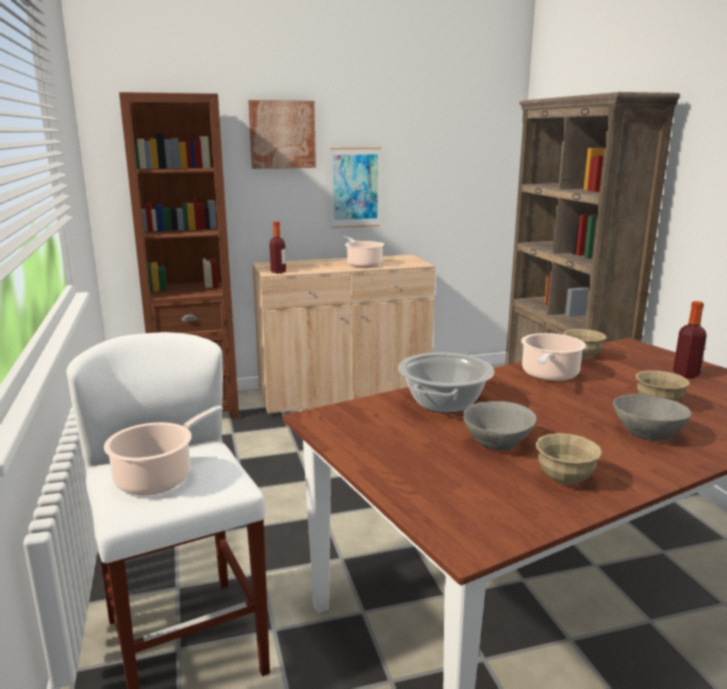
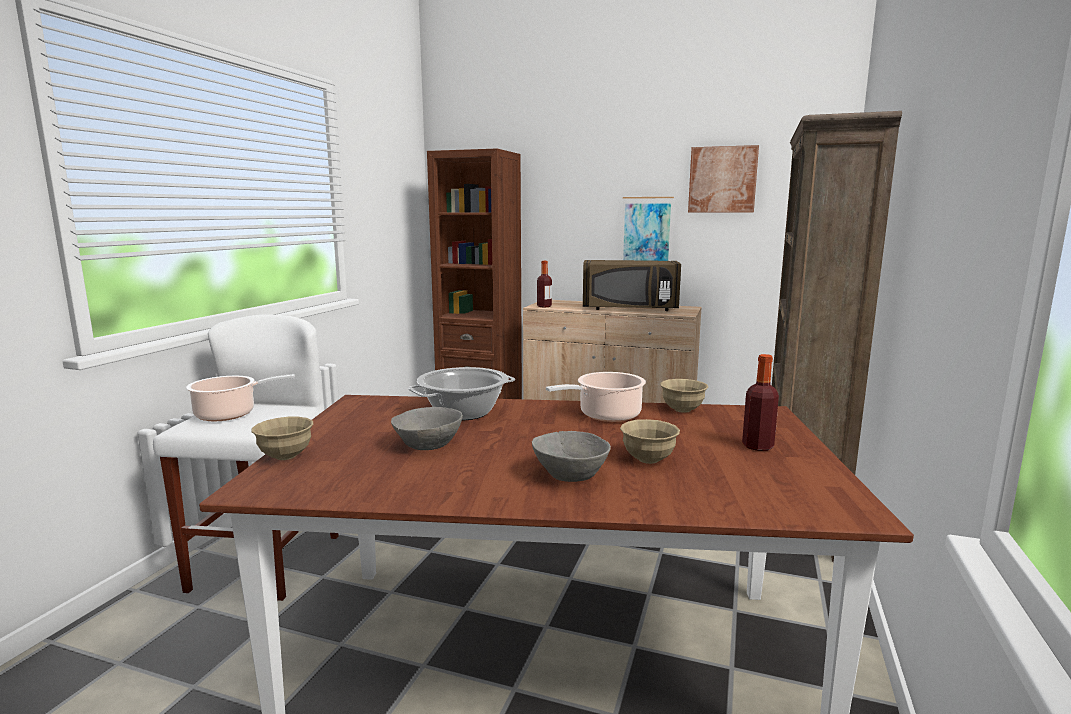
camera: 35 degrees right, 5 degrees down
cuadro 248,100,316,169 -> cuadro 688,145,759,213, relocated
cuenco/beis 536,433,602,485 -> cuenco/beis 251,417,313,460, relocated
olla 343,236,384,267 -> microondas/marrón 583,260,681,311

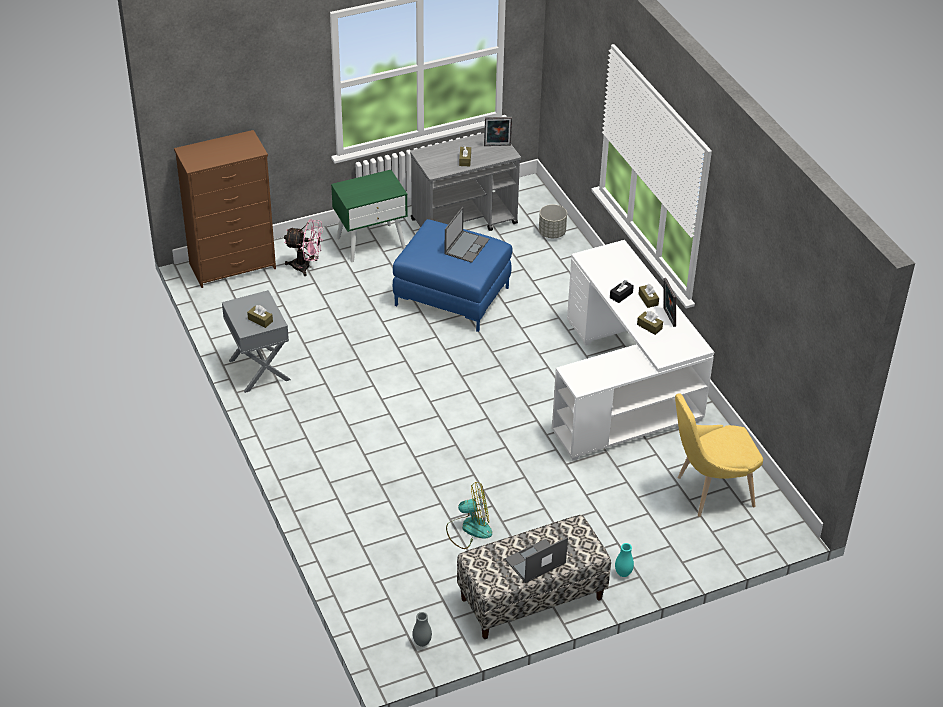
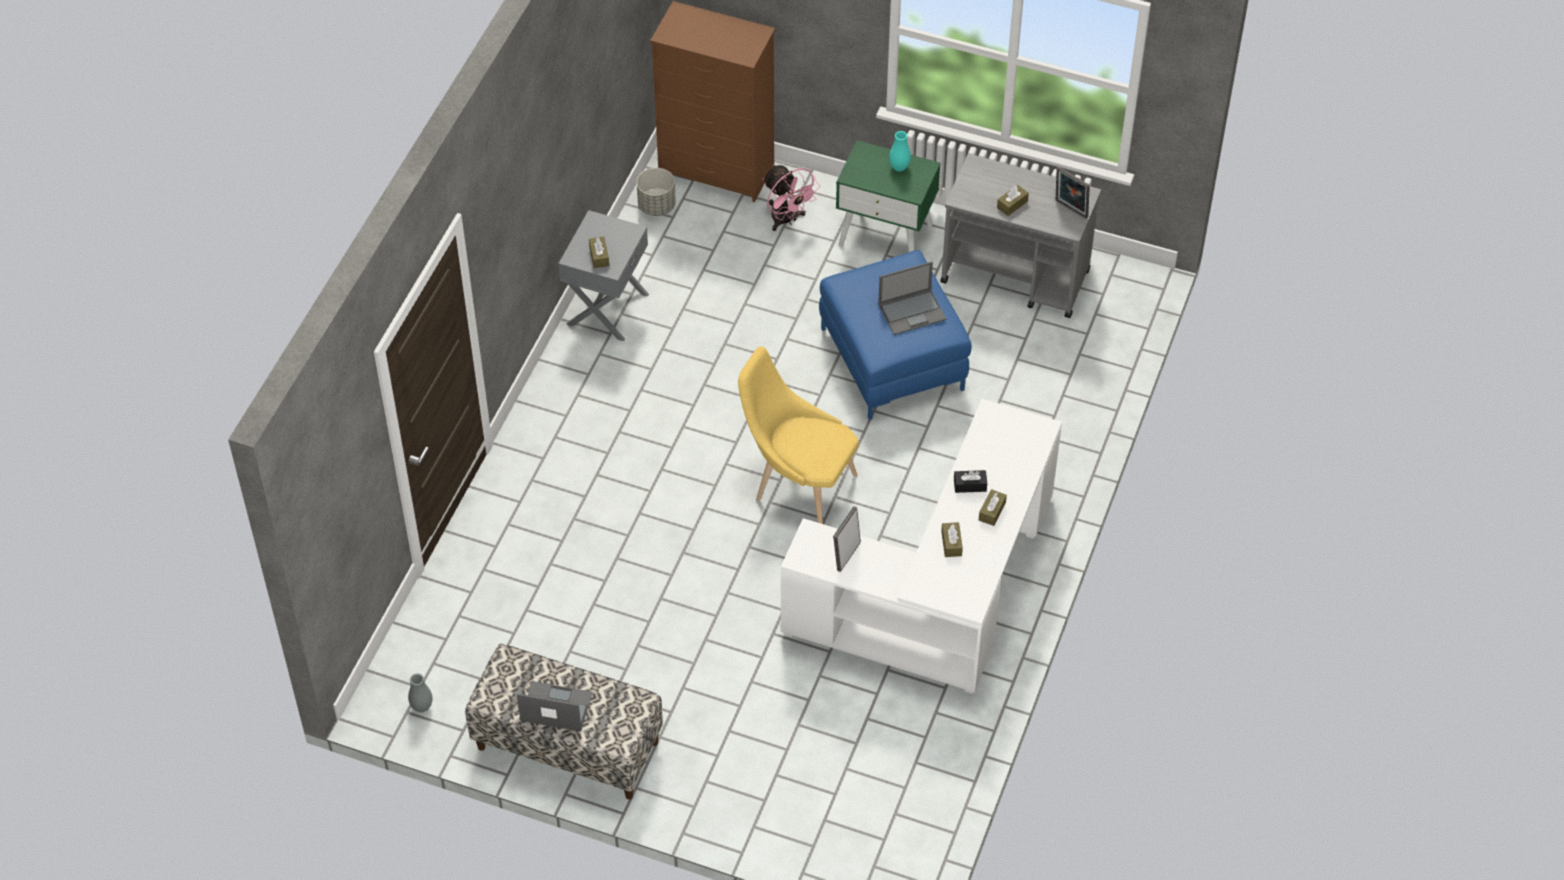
camera: 45 degrees right, 10 degrees up
ventilador 446,482,492,549 -> none
maceta/gris 539,204,567,238 -> maceta/gris 637,168,676,216, relocated
florero/turquesa 615,543,634,577 -> florero/turquesa 889,131,911,171, relocated
portarretratos 663,278,676,327 -> portarretratos 833,506,861,572, relocated
silla/amarillo 675,393,763,517 -> silla/amarillo 738,347,859,524, relocated

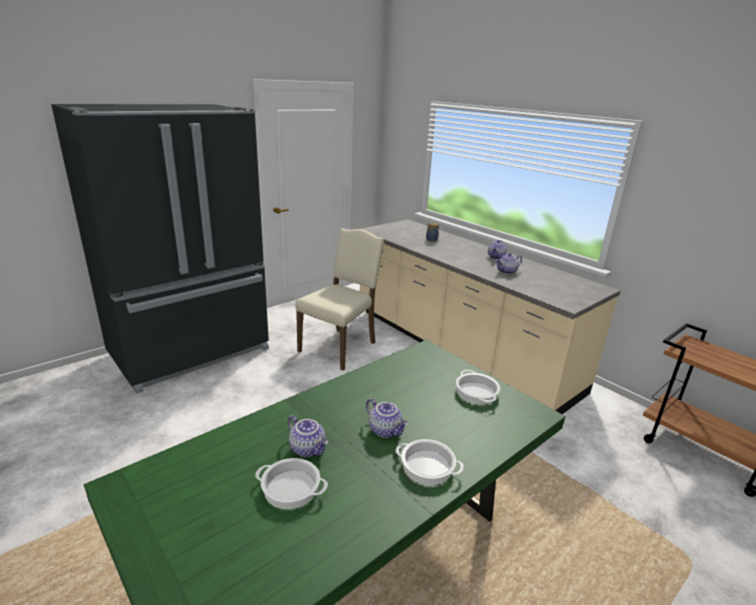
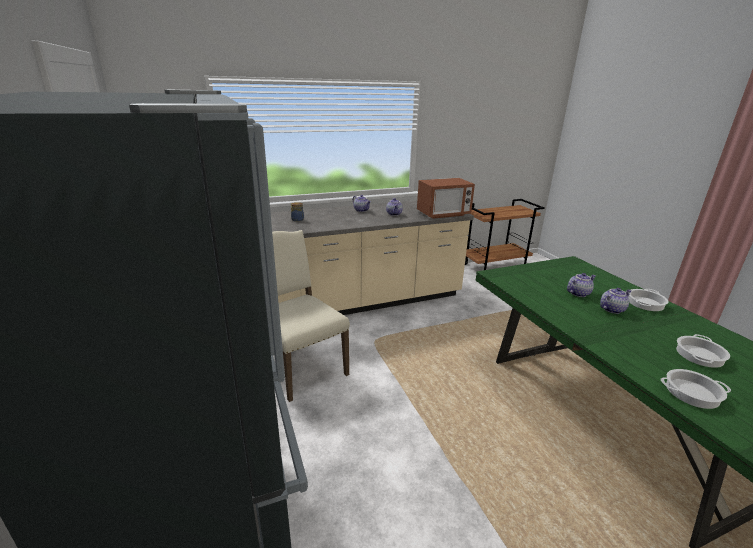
camera: 70 degrees left, 0 degrees up
none -> microondas 417,178,475,219
tetera 288,415,328,457 -> tetera 567,273,596,297, relocated
olla 456,370,500,405 -> olla 661,369,731,409, relocated

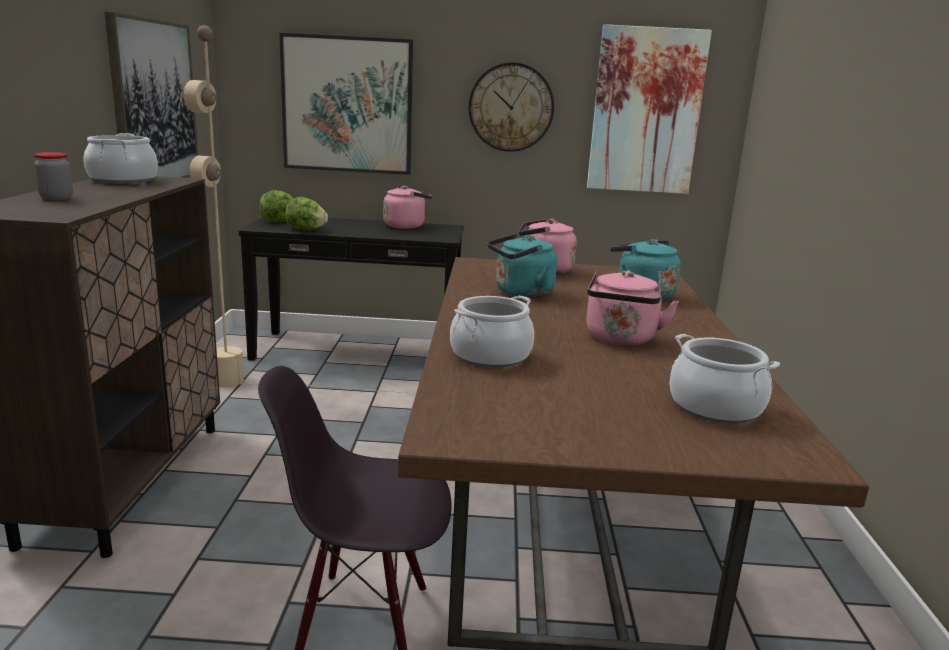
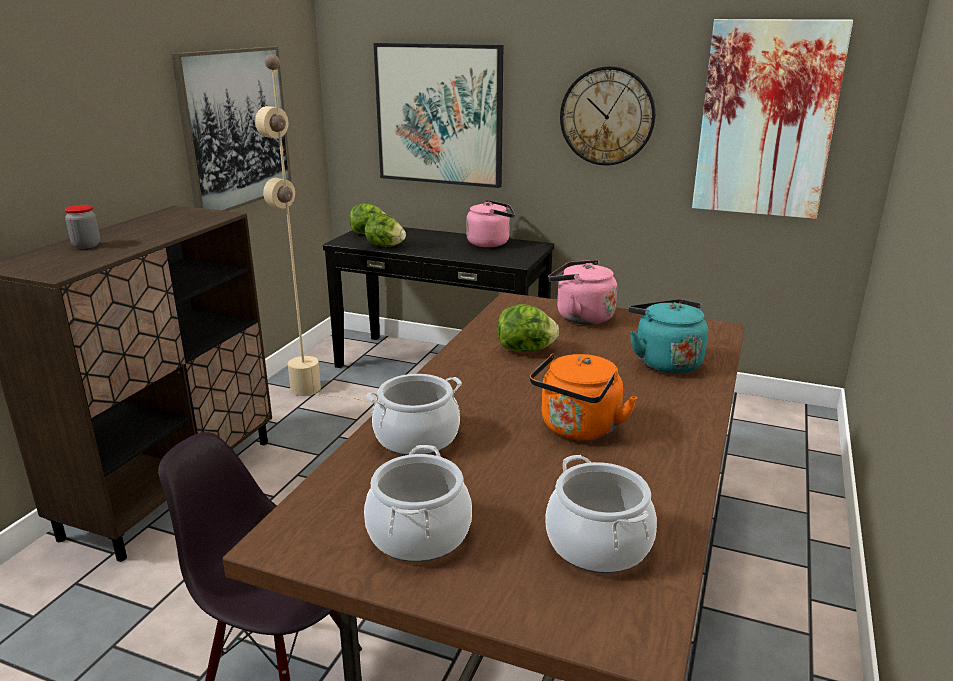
camera: 20 degrees right, 5 degrees up
olla 84,133,158,184 -> olla 364,445,472,562, relocated
hervidor/turquesa 487,234,557,298 -> lechuga 498,304,559,352
hervidor/rosa 586,270,679,346 -> hervidor/naranja 530,353,638,441

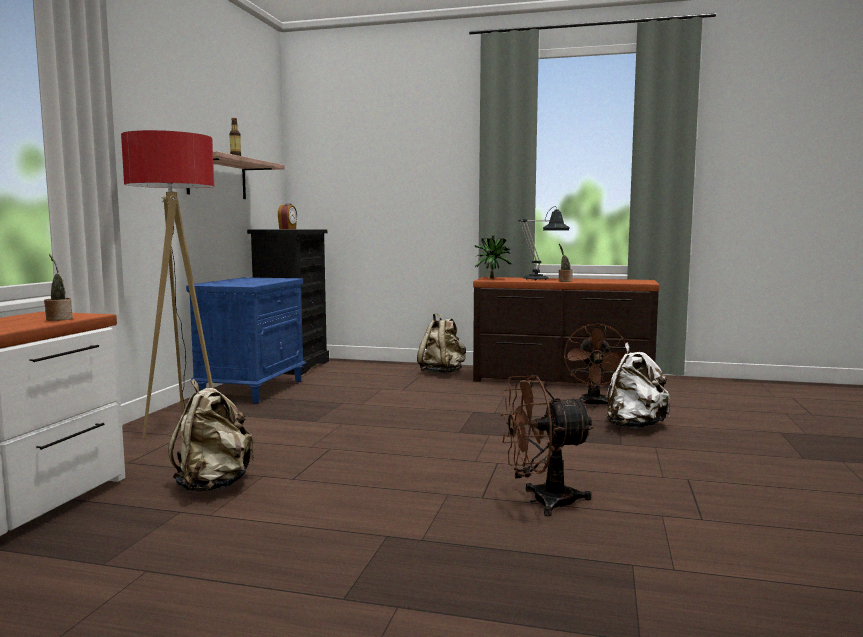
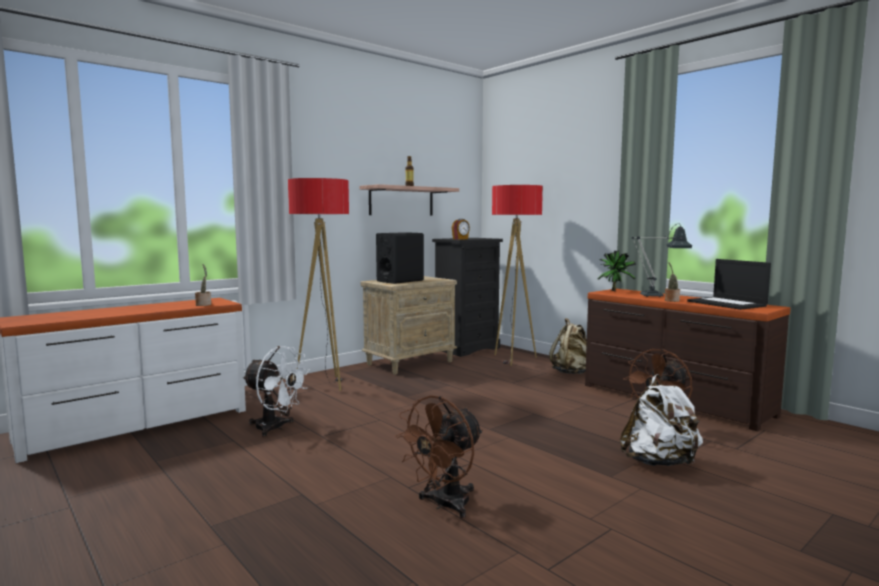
camera: 35 degrees right, 0 degrees up
none -> altavoz/negro 376,232,424,284
none -> lámpara de pie 492,185,543,366
none -> portátil 687,259,771,310
mochila/beis 168,379,255,492 -> ventilador/blanco 242,346,310,437
mesita de noche/azul 186,277,306,404 -> mesita de noche/beis 360,276,458,375
ventilador/marrón 501,375,594,516 -> ventilador/marrón 395,395,483,518, 75 degrees counterclockwise

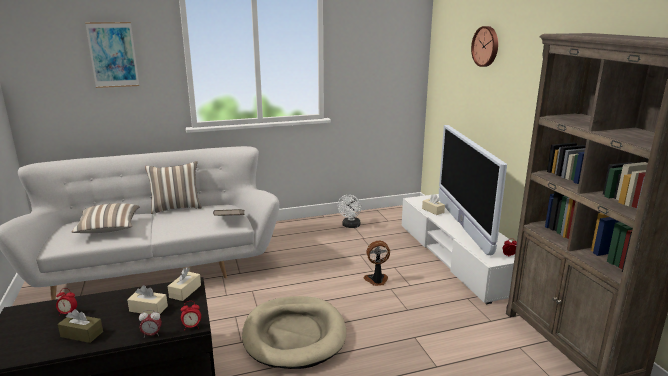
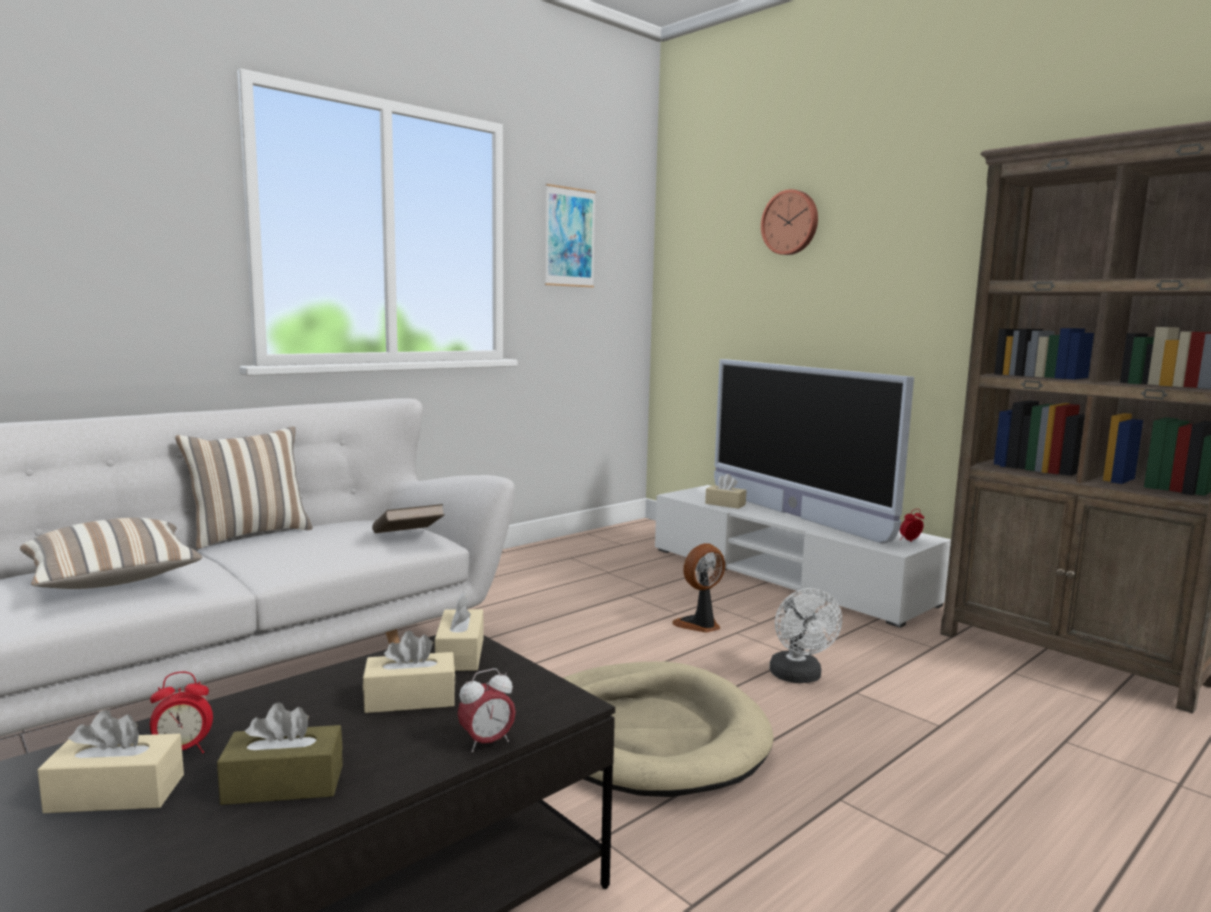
camera: 25 degrees left, 10 degrees down
despertador 181,301,201,329 -> none
none -> caja de pañuelos/beis 37,710,184,813
cuadro 85,22,139,88 -> cuadro 545,184,596,288, relocated
ventilador/blanco 337,195,361,228 -> ventilador/blanco 770,588,842,683, relocated

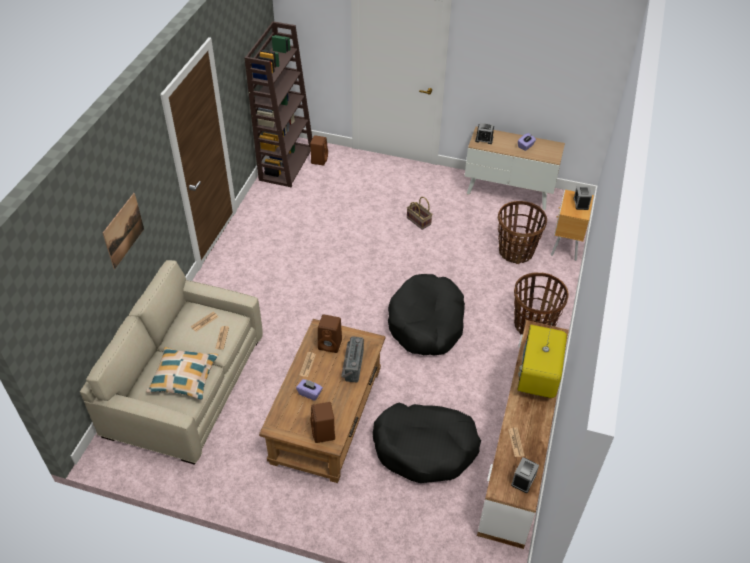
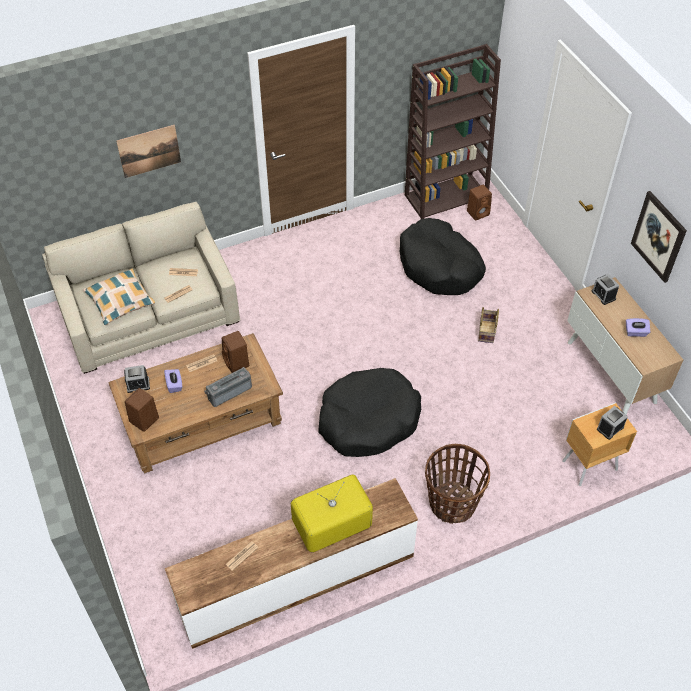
camera: 50 degrees right, 5 degrees up
cesta 498,201,547,264 -> none
none -> cuadro 631,191,687,283
cama para perro/negro 372,403,481,483 -> cama para perro/negro 400,218,486,295, relocated
despertador 511,457,539,493 -> despertador 124,365,150,393, relocated

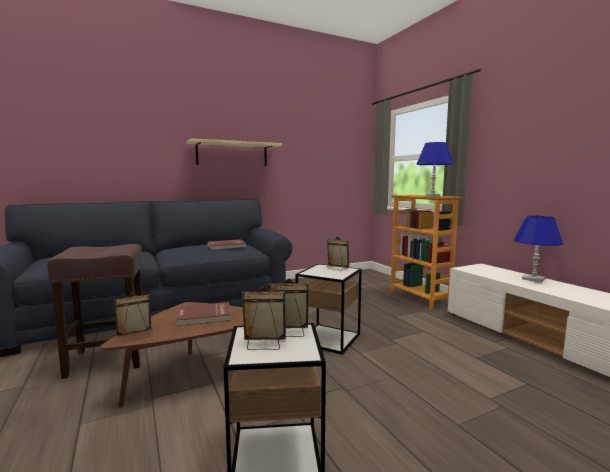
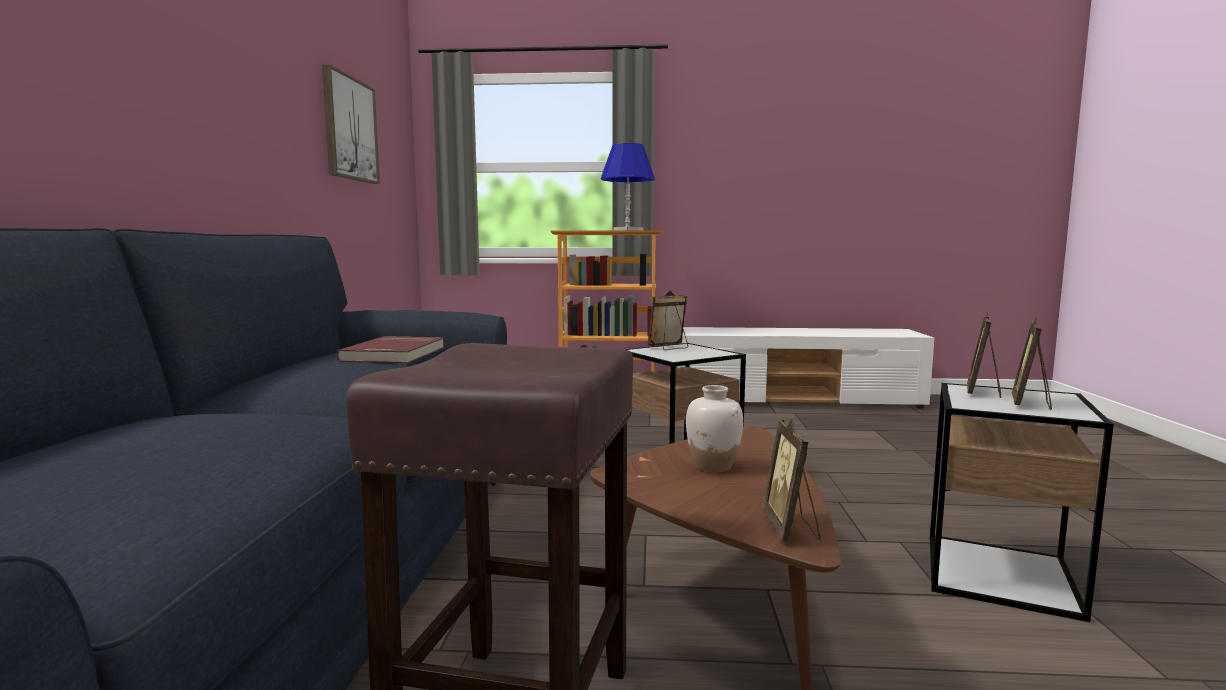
camera: 60 degrees left, 0 degrees up
estante/beis 186,139,282,166 -> none
lámpara de mesa/azul 514,216,563,282 -> none
none -> cuadro 322,64,380,184
libro/rojo 176,302,231,326 -> florero/blanco 686,385,743,473

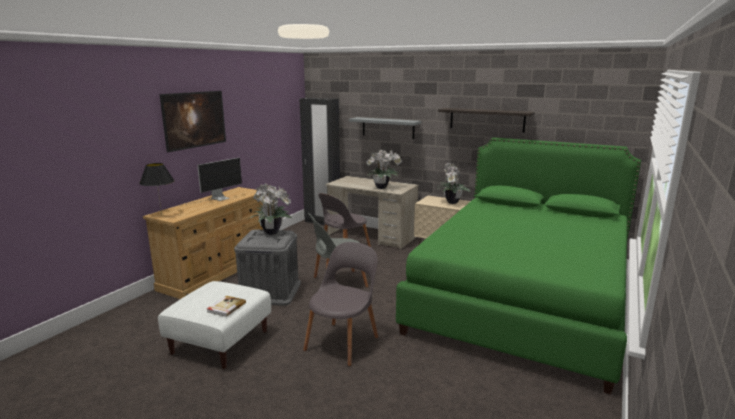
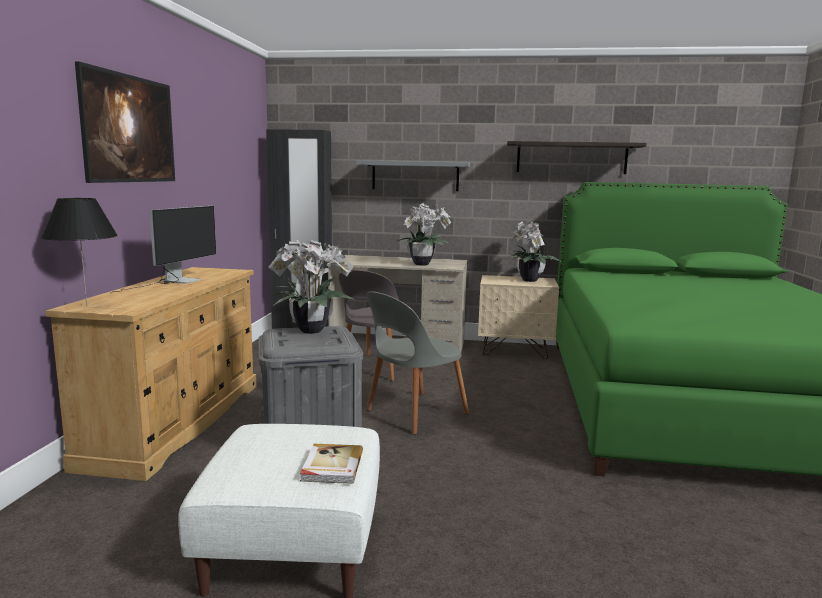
camera: 20 degrees left, 5 degrees down
silla/gris 303,242,378,366 -> none

